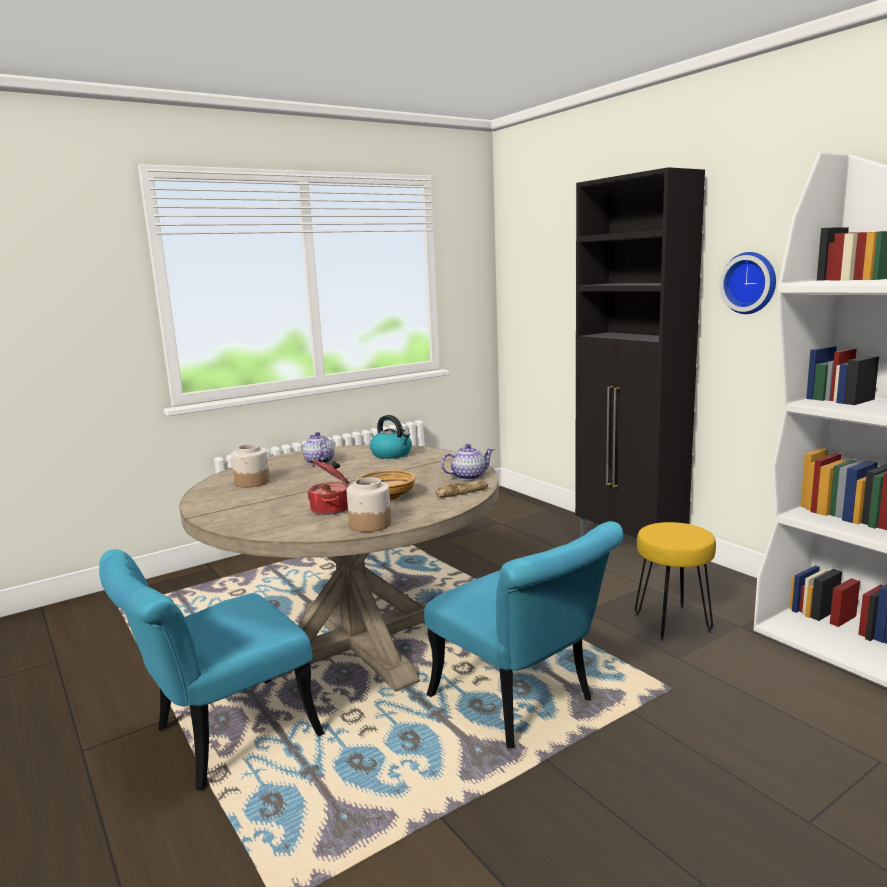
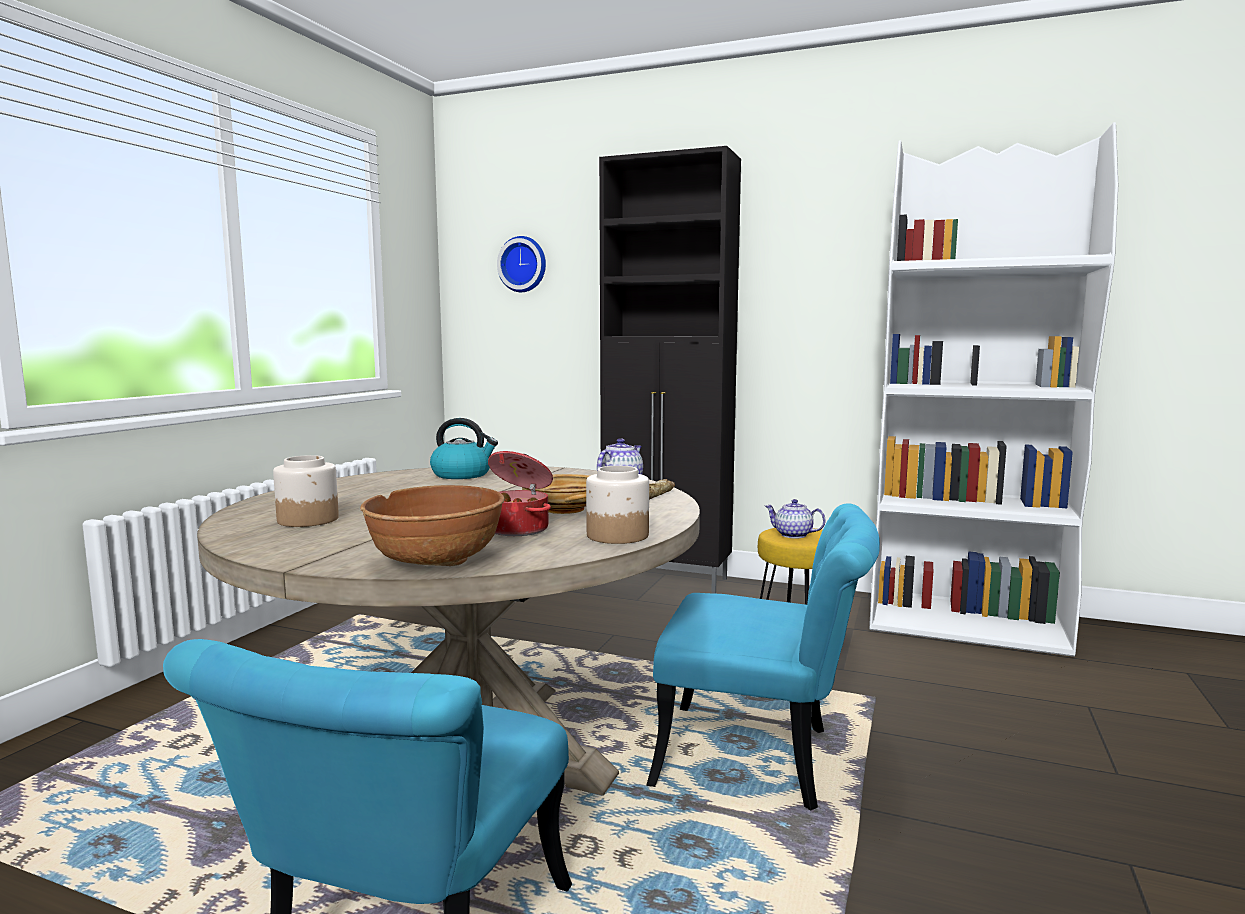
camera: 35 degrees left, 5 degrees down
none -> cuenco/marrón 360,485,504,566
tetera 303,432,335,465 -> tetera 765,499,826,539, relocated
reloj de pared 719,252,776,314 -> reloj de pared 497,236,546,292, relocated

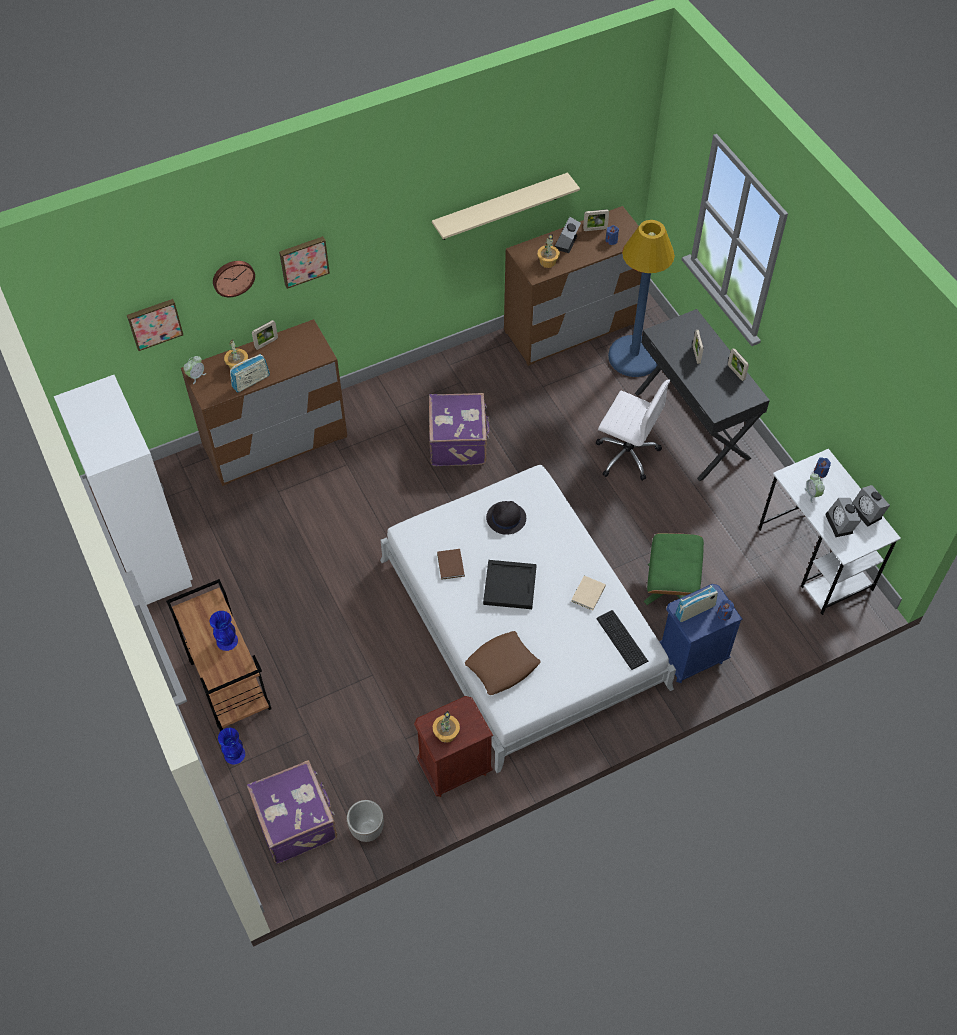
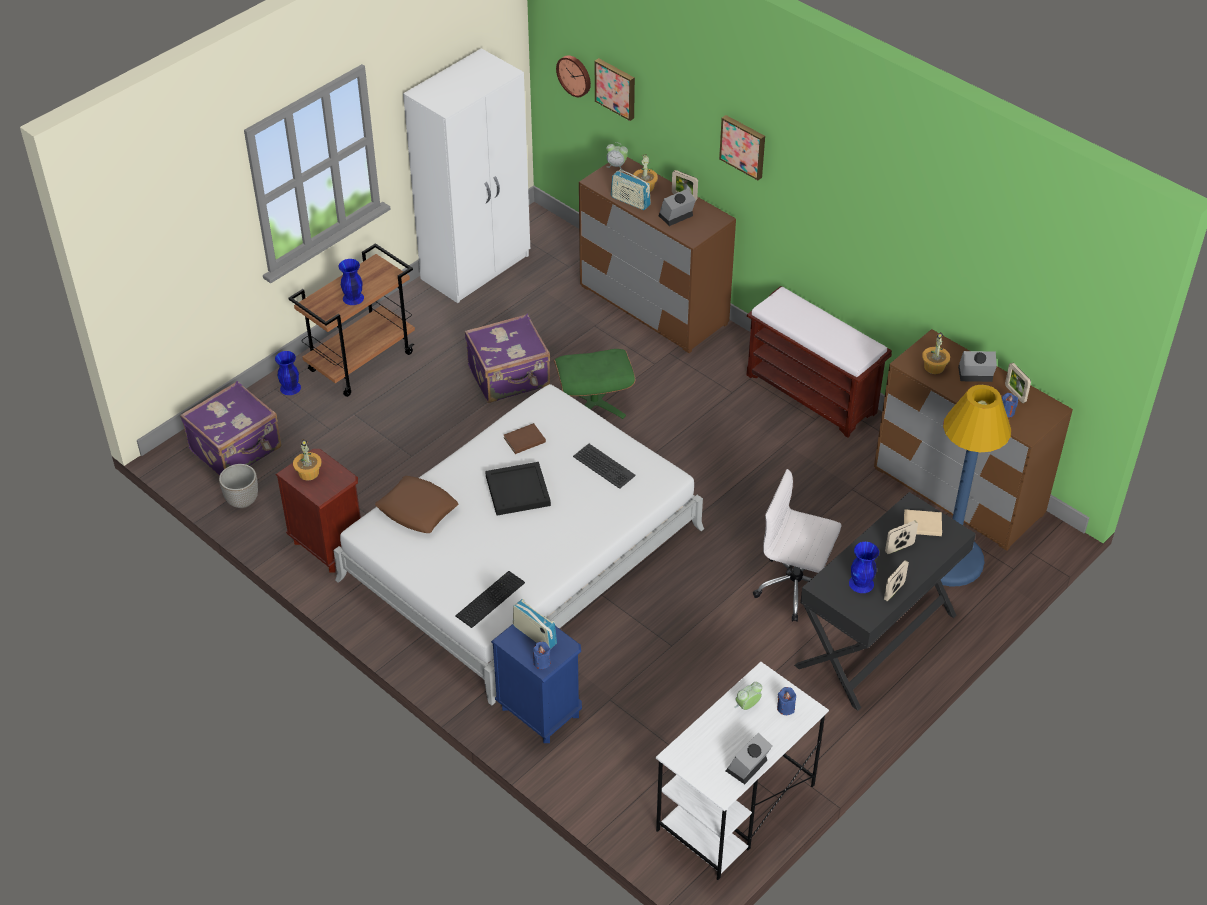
camera: 70 degrees right, 10 degrees down
estante/beis 432,172,580,240 -> none
none -> banco/marrón 746,286,892,438
none -> florero/azul 849,542,879,593
reloj de pared 213,261,255,297 -> reloj de pared 556,55,591,97, relocated
maleta/morado 429,393,490,466 -> maleta/morado 465,314,550,403, relocated
libro/beis 571,576,606,610 -> libro/beis 904,509,942,536, relocated
puf/verde 644,533,704,605 -> puf/verde 554,349,635,419, relocated
despertador 825,498,861,537 -> despertador 659,189,696,226, relocated
sombrero/negro 486,501,526,535 -> teclado 573,444,636,489
silla de oficina/blanco 596,380,670,481 -> silla de oficina/blanco 753,469,841,622, 105 degrees clockwise

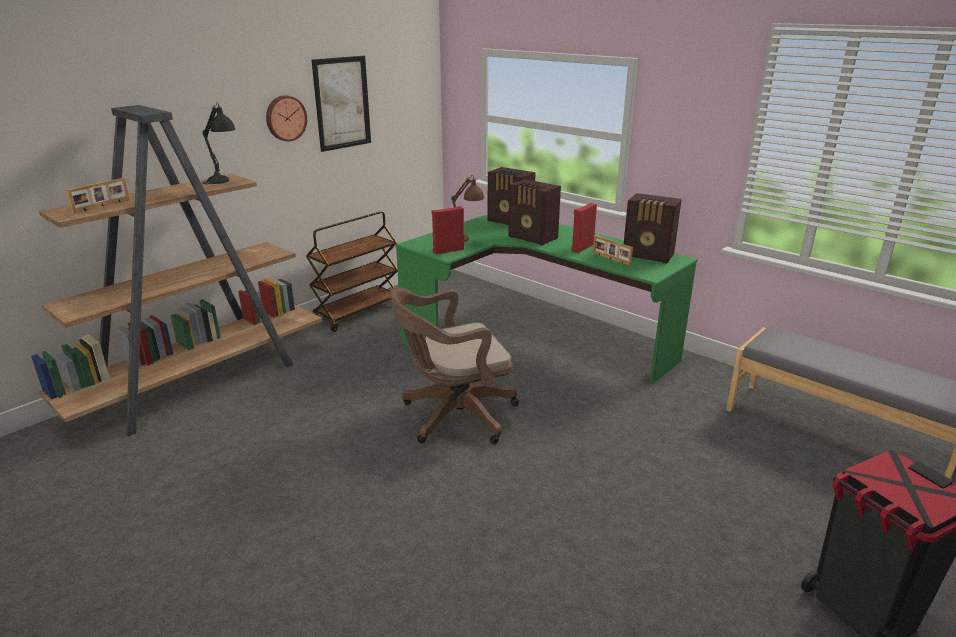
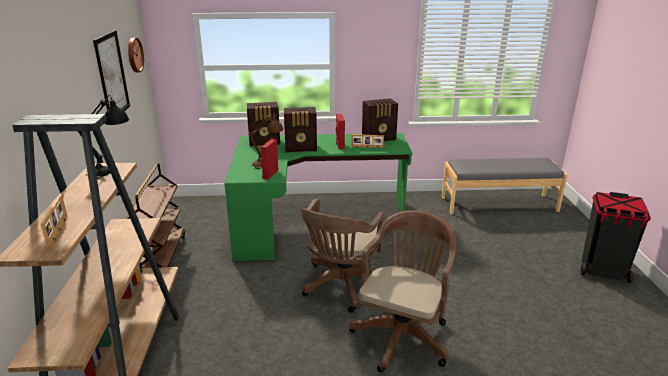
camera: 45 degrees left, 0 degrees up
none -> silla de oficina/marrón 349,210,456,372
reloj de pared 266,95,307,141 -> reloj de pared 128,38,144,73, relocated

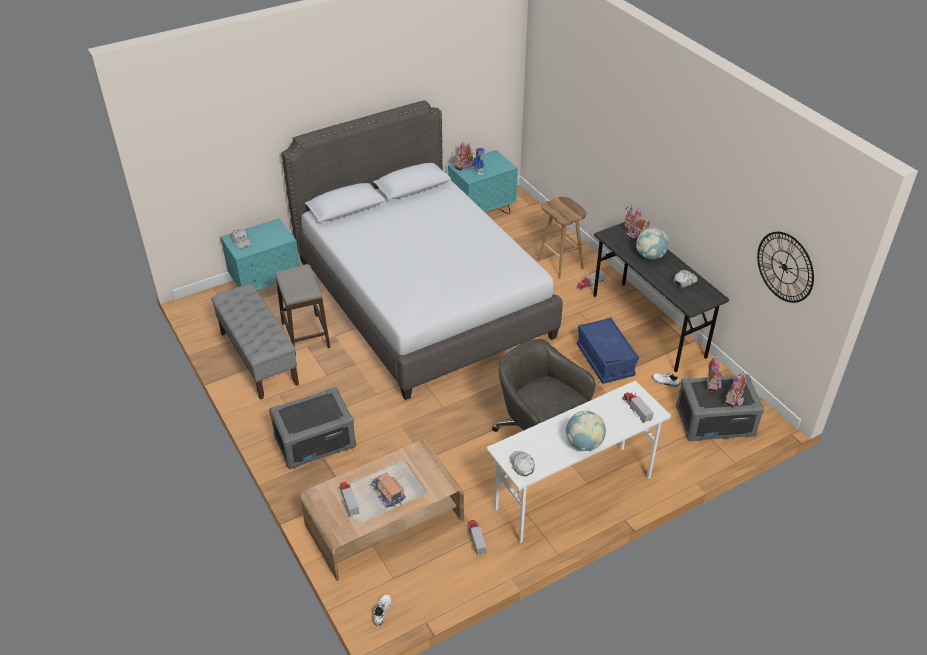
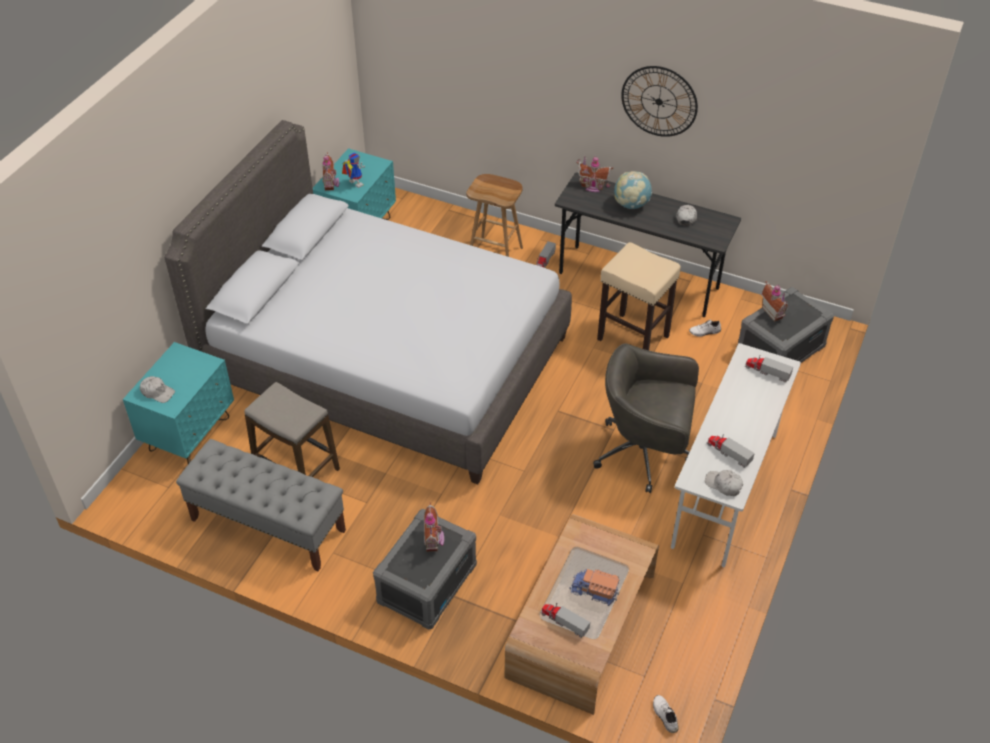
camera: 35 degrees left, 5 degrees up
globo terráqueo 565,411,606,451 -> none
camión de juguete 468,520,486,555 -> camión de juguete 706,434,755,468, relocated
casita 725,371,746,408 -> casita 424,502,444,552, relocated
reloj de pared 757,232,814,303 -> reloj de pared 621,66,698,137, relocated
caja de almacenaje/azul 577,317,639,384 -> taburete/beis 597,242,681,350

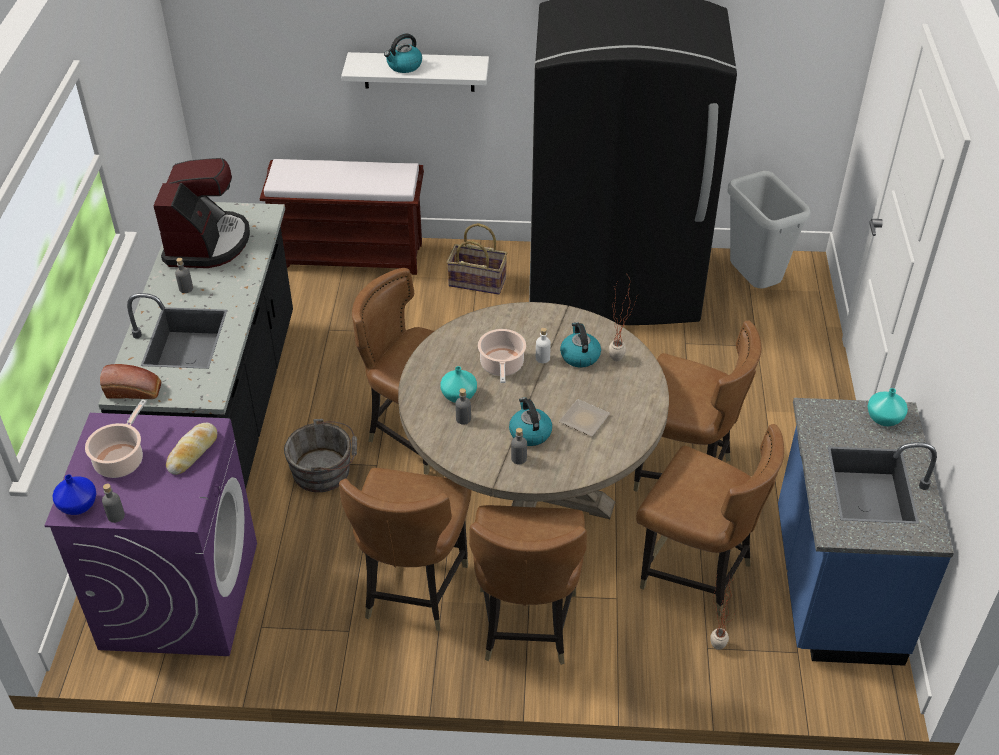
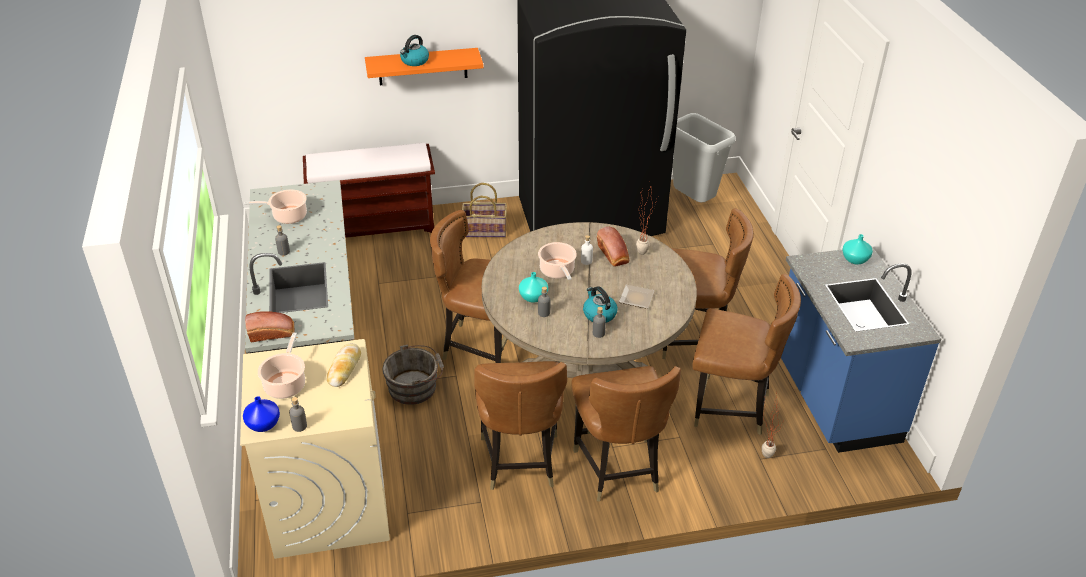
camera: 15 degrees left, 5 degrees down
cafetera 153,158,250,268 -> olla 244,190,307,224
hervidor 560,322,601,368 -> pan 597,227,630,267
lavadora/morado 44,413,257,656 -> lavadora/beis 240,339,390,559
estante/blanco 341,52,489,92 -> estante/naranja 365,48,484,85

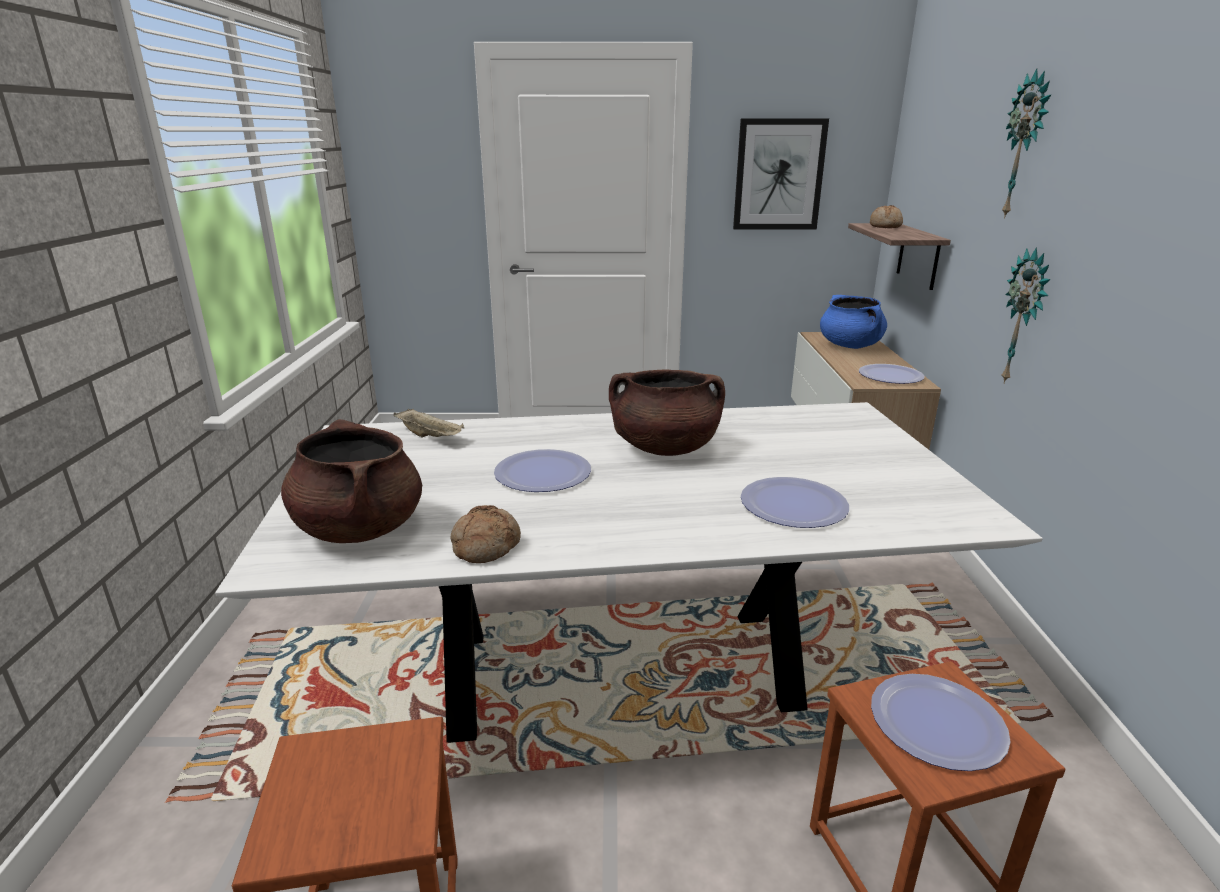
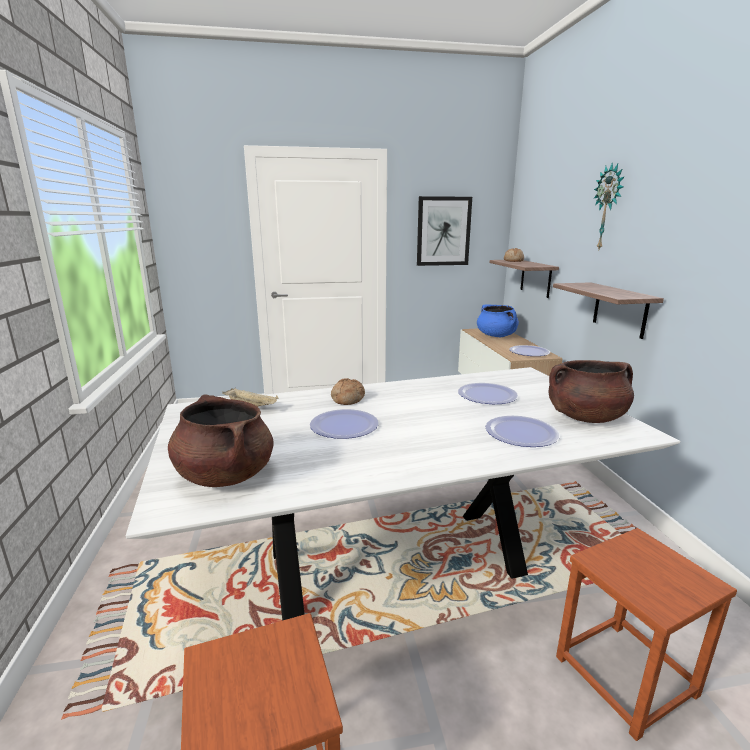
camera: 10 degrees left, 5 degrees down
pan 450,505,521,563 -> pan 331,378,365,405, relocated
olla/marrón 609,369,725,456 -> olla/marrón 549,360,634,423, relocated
plato 871,674,1011,771 -> plato 458,383,518,404, relocated
reloj de pared 1001,247,1051,383 -> estante 553,282,664,339

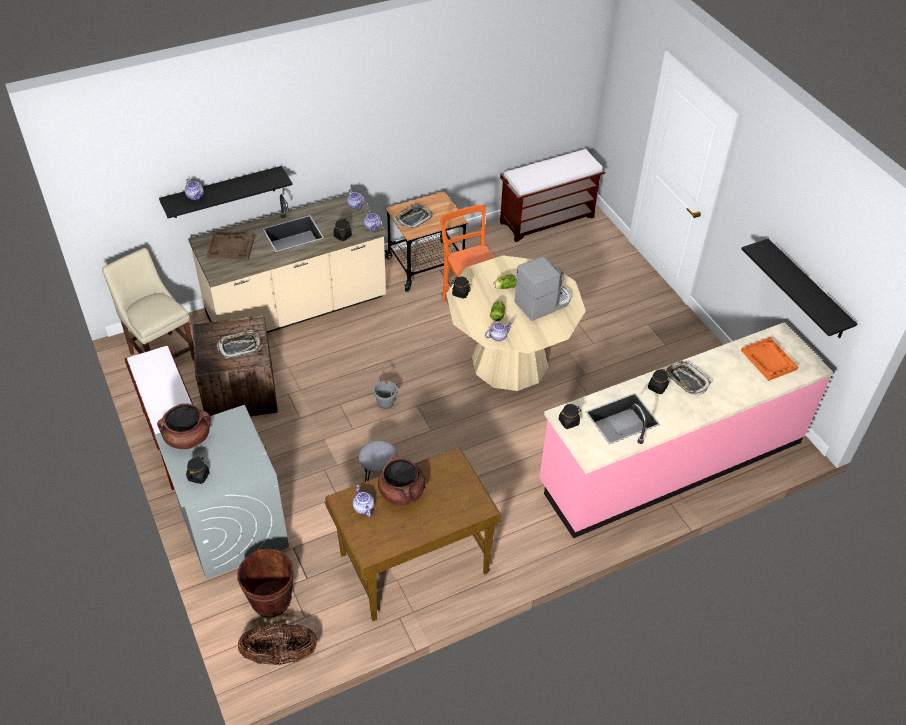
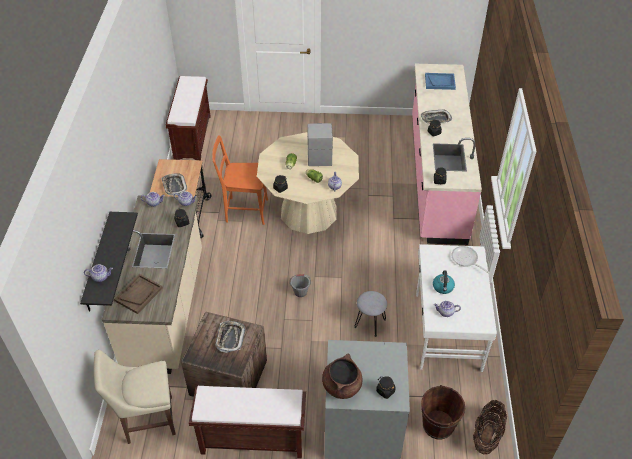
camera: 60 degrees left, 0 degrees up
estante/negro 742,238,857,338 -> none
none -> sartén 451,246,490,274
olla/marrón 378,455,425,505 -> hervidor 433,270,455,294
escritorio/marrón 325,447,501,621 -> escritorio/blanco 416,244,497,372
bandeja/naranja 741,337,798,381 -> bandeja/azul 425,73,456,90

